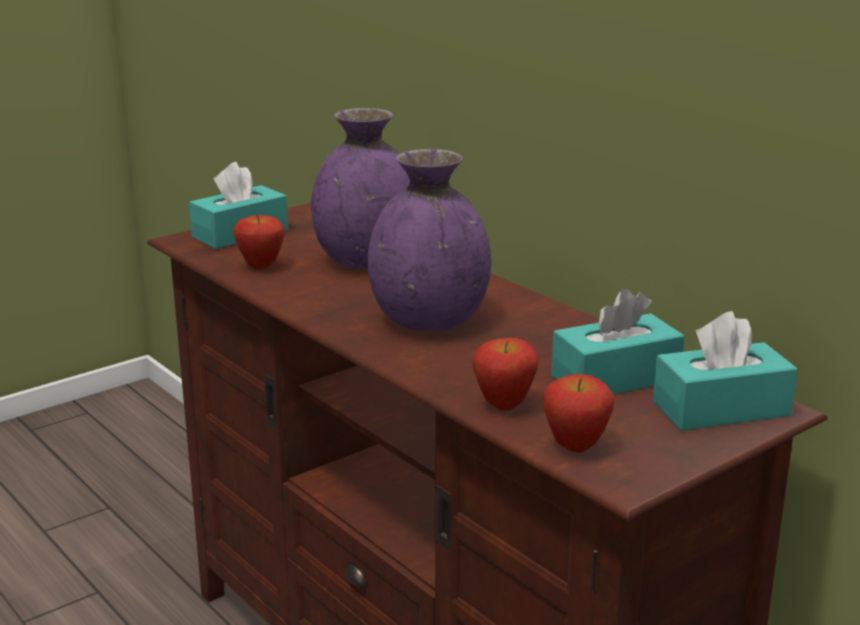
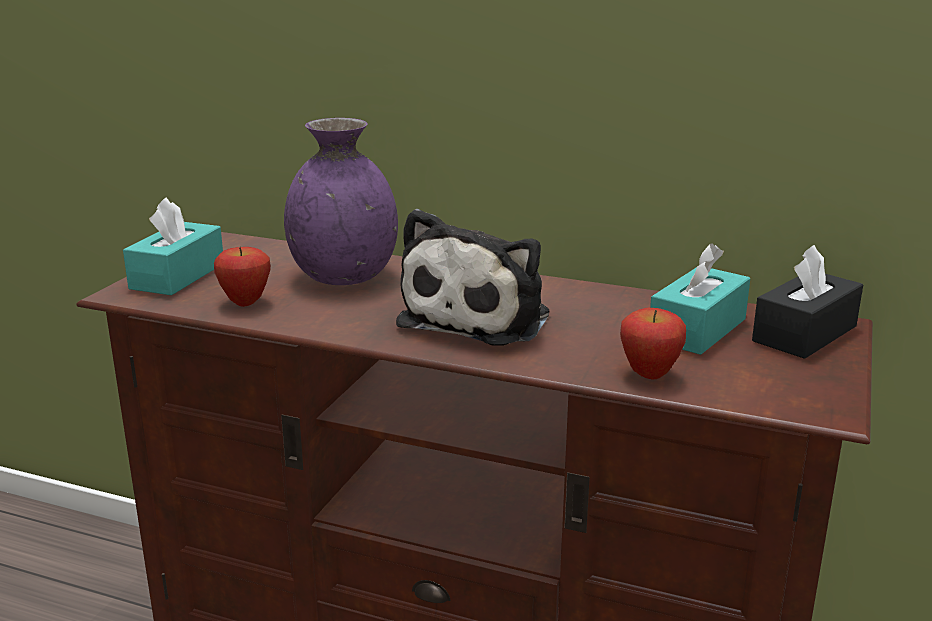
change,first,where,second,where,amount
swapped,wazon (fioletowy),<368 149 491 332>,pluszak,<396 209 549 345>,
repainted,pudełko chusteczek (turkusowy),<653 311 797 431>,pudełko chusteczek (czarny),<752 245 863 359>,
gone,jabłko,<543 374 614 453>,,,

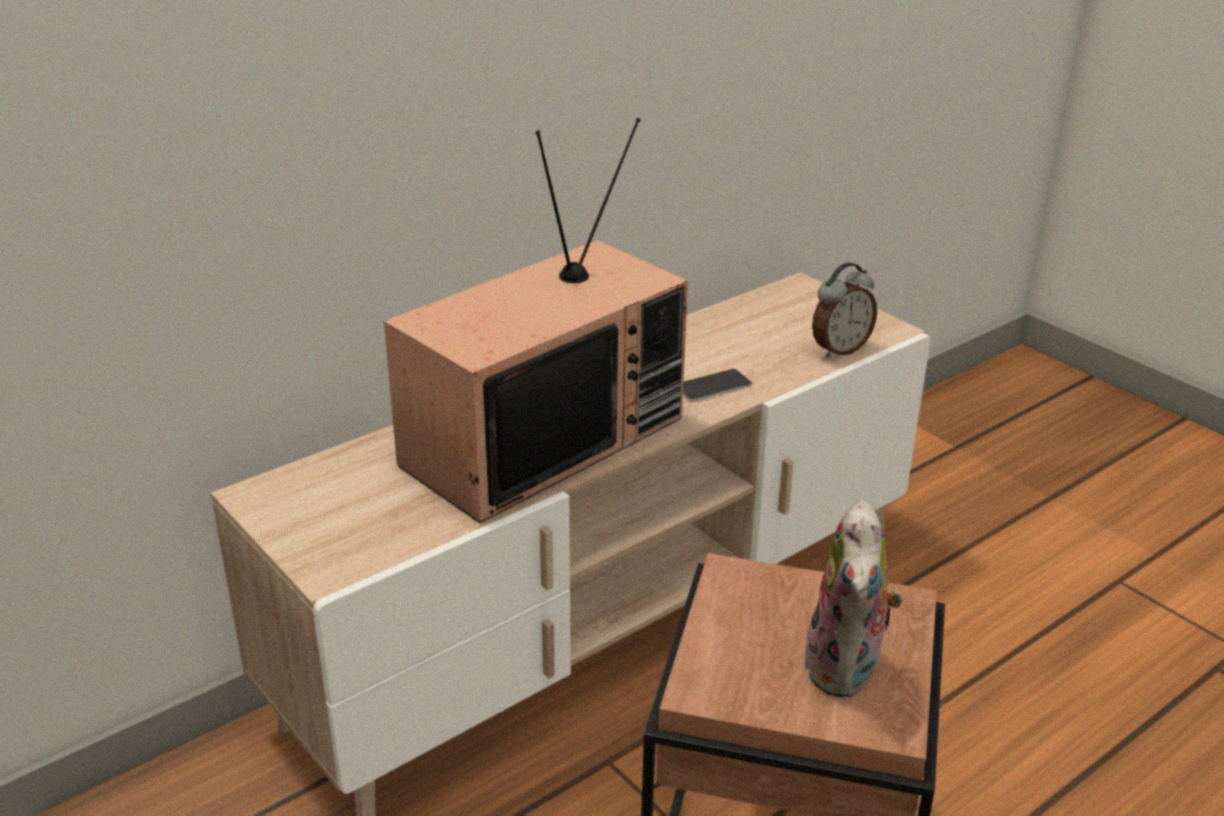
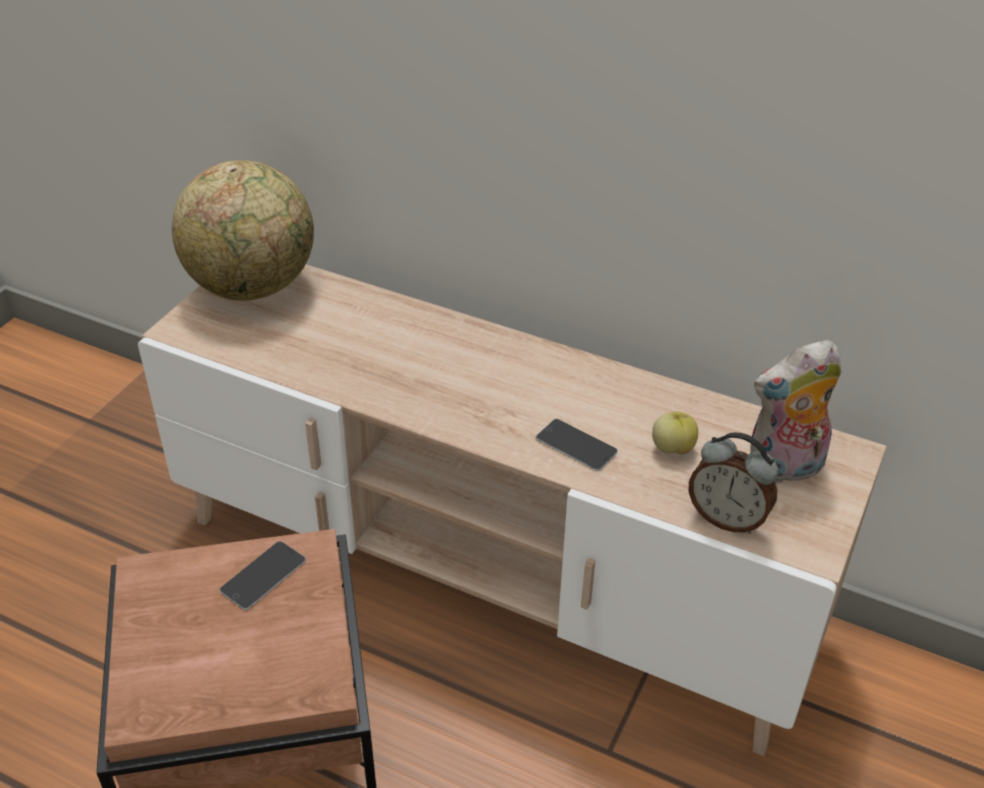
change,first,where,second,where,amount
new,,,globus,<172 160 314 301>,
new,,,telefon,<219 541 306 610>,
new,,,jabłko,<652 411 698 454>,
shifted,pluszak,<803 500 903 697>,,<750 340 841 485>,
gone,telewizor,<384 118 688 523>,,,

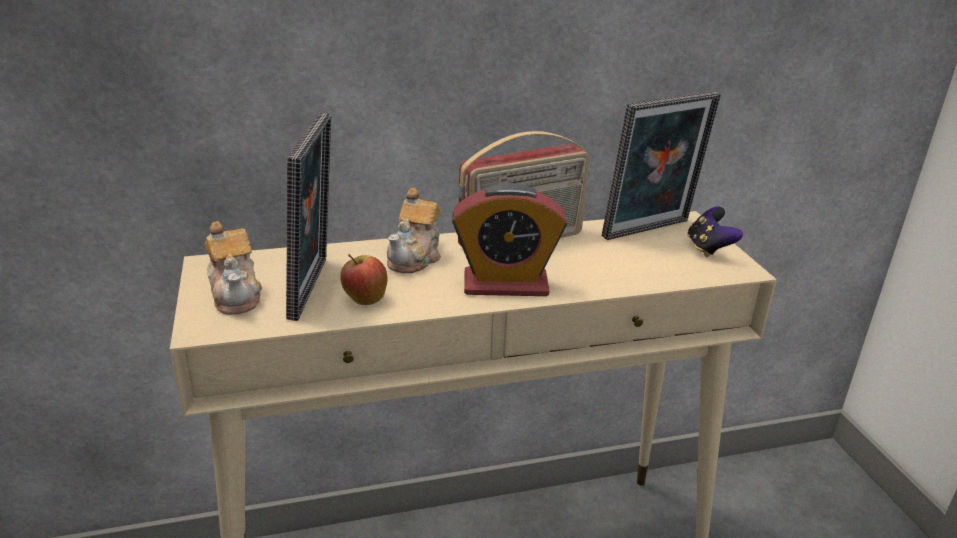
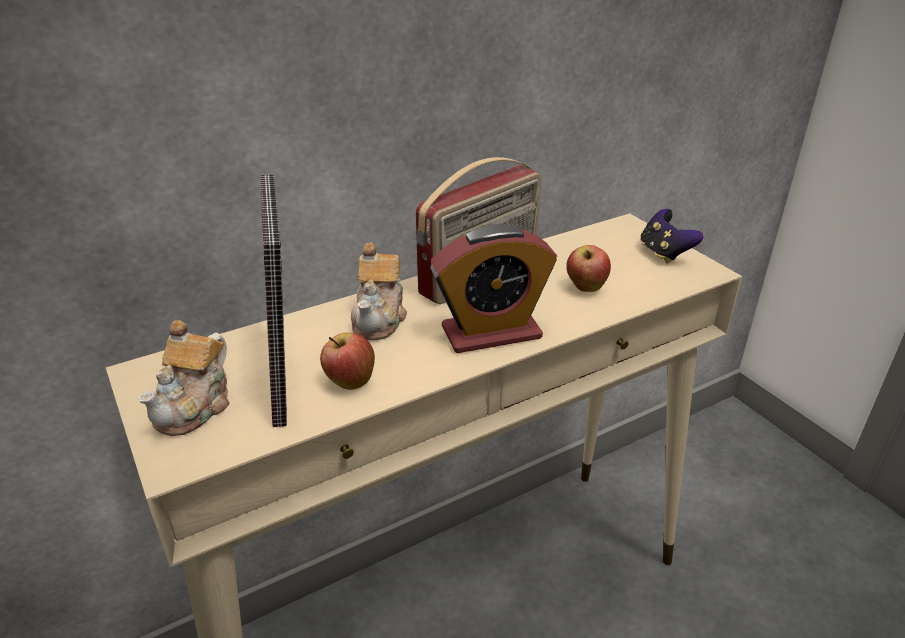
change,first,where,second,where,amount
rotated,imbryk,<205 221 262 315>,,<138 320 230 436>,60 degrees clockwise
new,,,jabłko,<567 245 611 292>,
gone,ramka na zdjęcie,<602 91 721 240>,,,

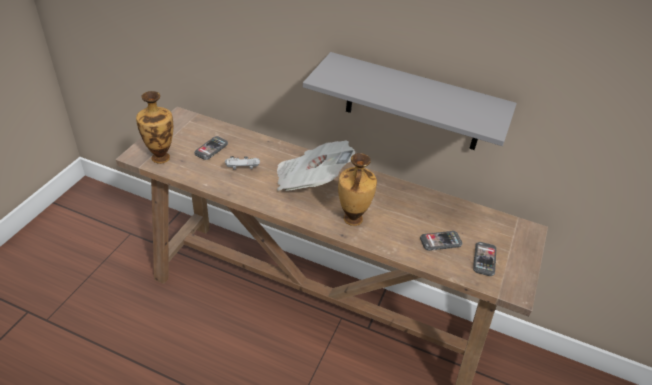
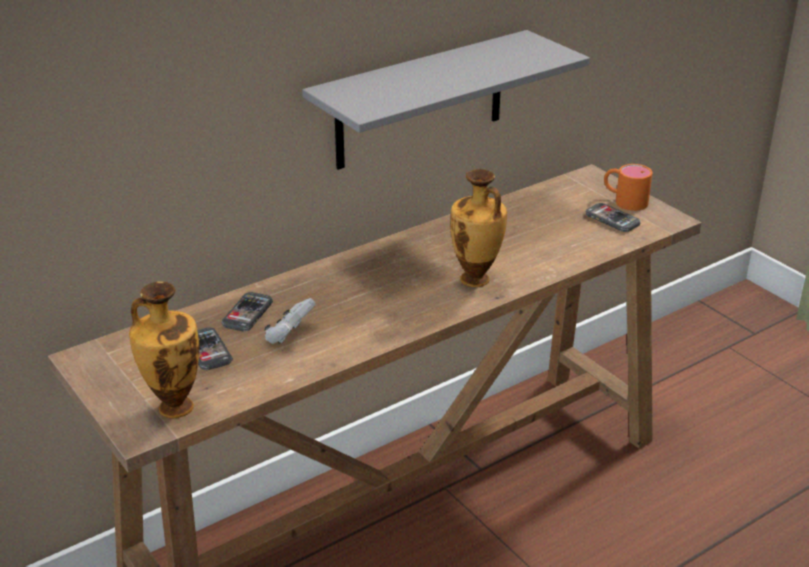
change,first,where,second,where,amount
shifted,telefon,<420 231 462 251>,,<221 292 273 331>,
new,,,kubek (pomarańczowy),<604 164 653 211>,
gone,gazeta,<277 141 355 191>,,,

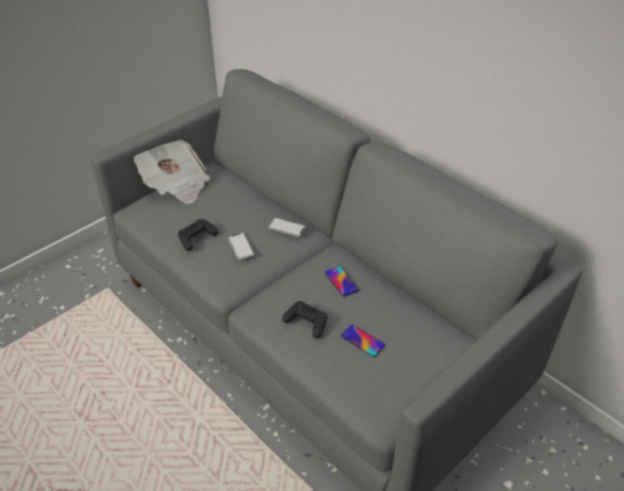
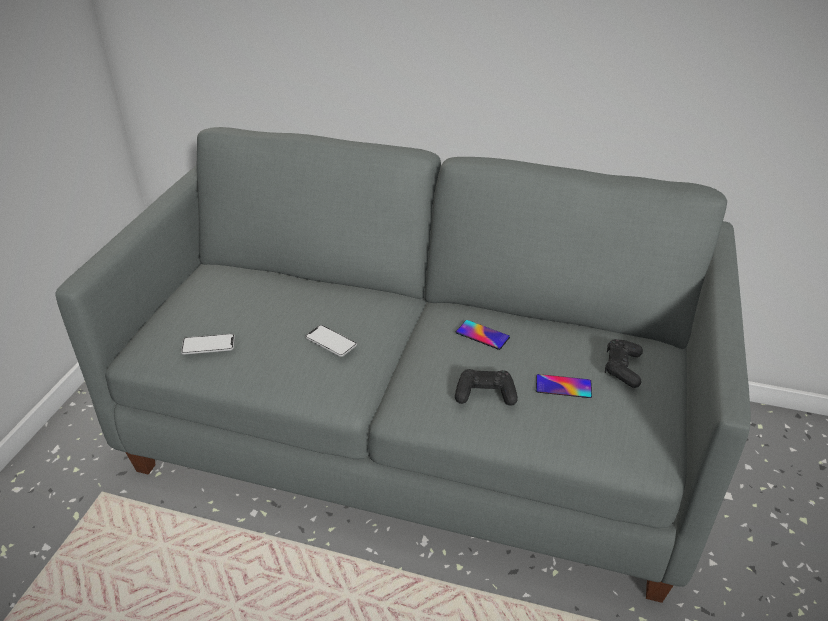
change,first,where,second,where,amount
shifted,telefon,<268 218 306 237>,,<181 334 235 355>,
shifted,pad do gier (czarny),<178 219 218 251>,,<605 339 643 388>,
gone,gazeta,<134 140 210 204>,,,

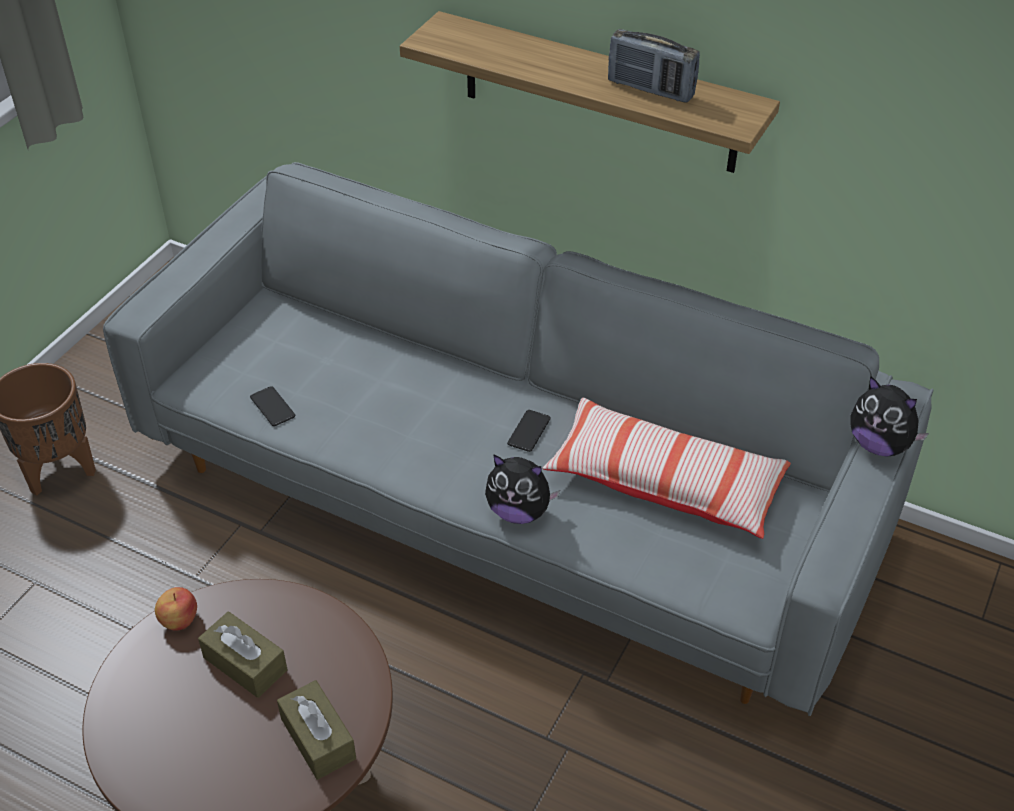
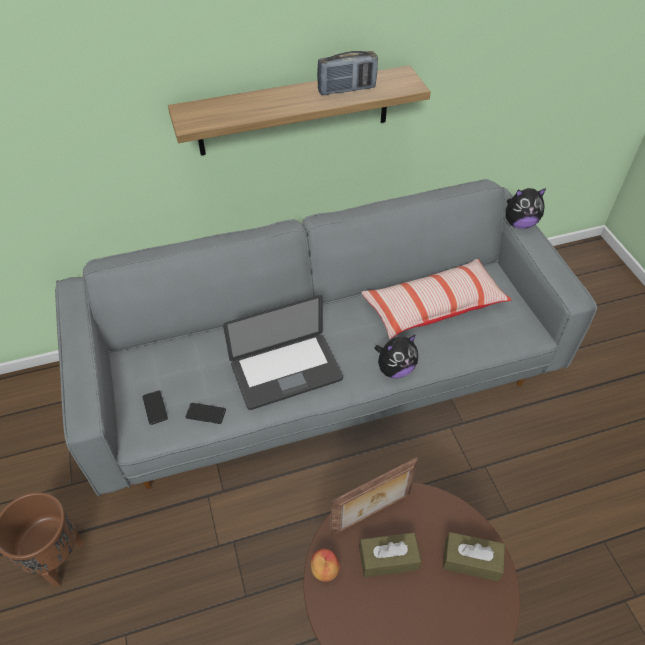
change,first,where,second,where,amount
shifted,telefon,<507 410 551 452>,,<143 391 168 425>,
new,,,laptop,<223 295 343 410>,
new,,,ramka na zdjęcie,<330 457 418 535>,

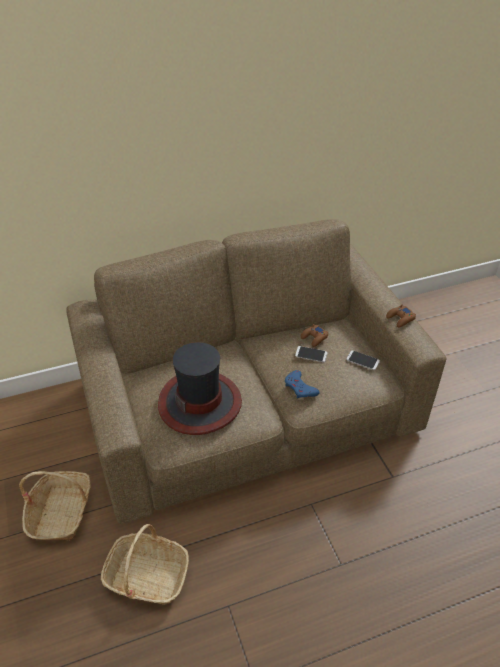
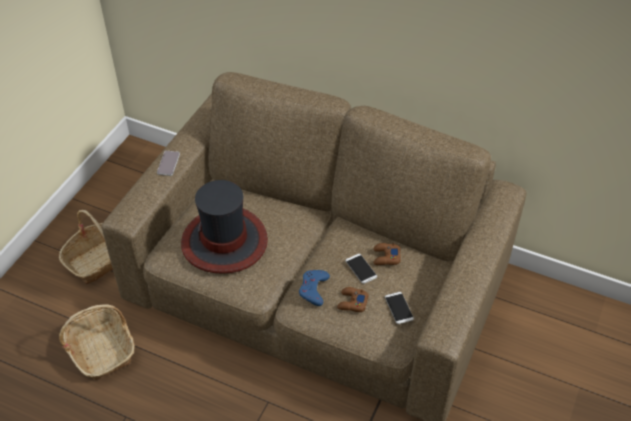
change,first,where,second,where,amount
new,,,telefon,<157 151 180 176>,
shifted,pad do gier (brązowy),<386 304 416 327>,,<337 287 369 312>,

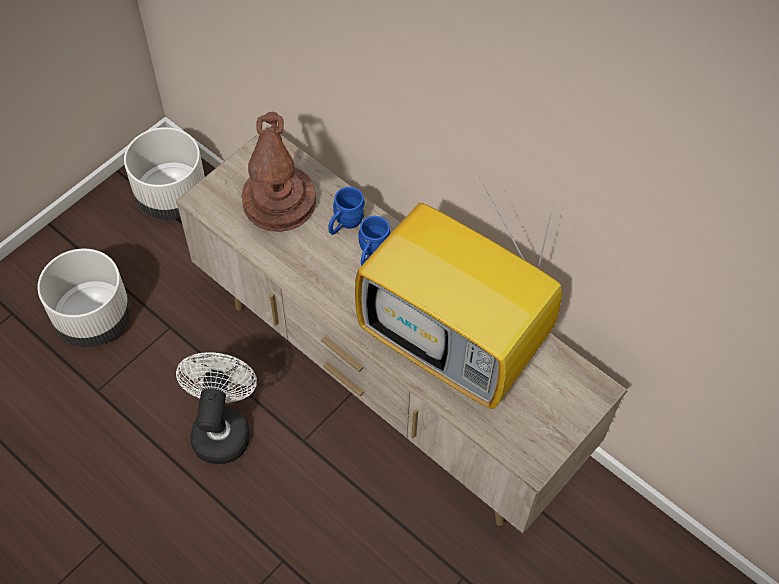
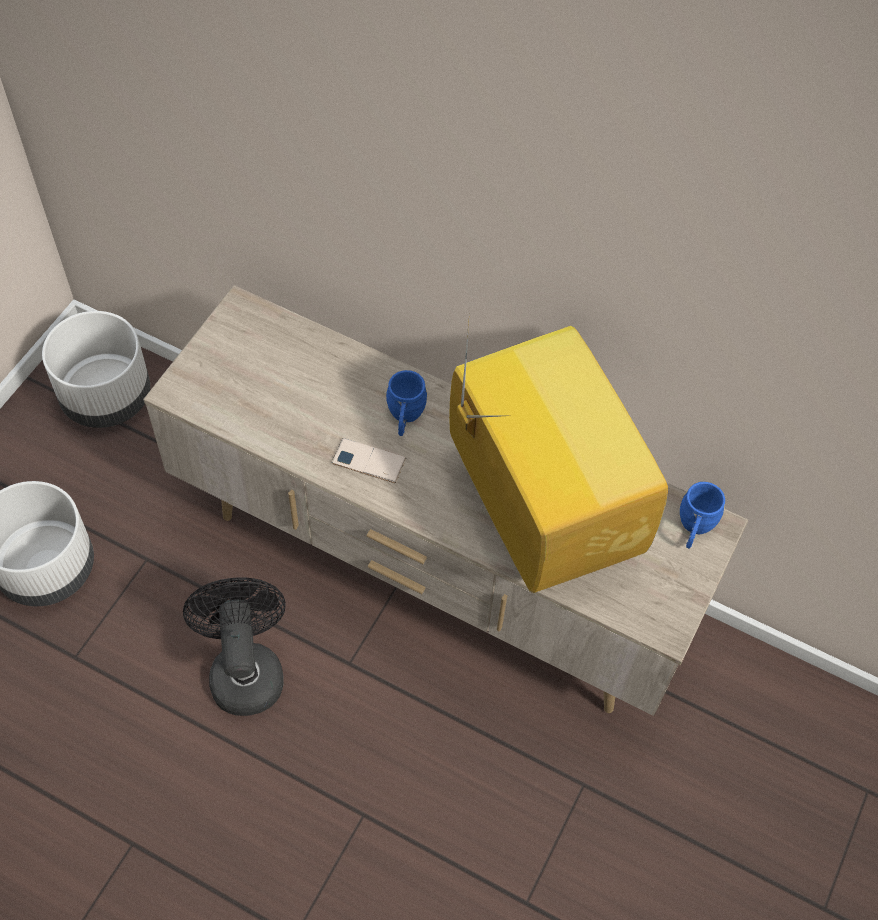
change,first,where,second,where,amount
repainted,wentylator (biały),<176 352 257 464>,wentylator (czarny),<183 578 286 716>,
new,,,telefon,<332 438 406 483>,
rotated,telewizor,<355 173 562 409>,,<449 322 668 593>,135 degrees counterclockwise
shifted,kubek (niebieski),<328 187 366 235>,,<680 482 725 549>,
gone,lampa stołowa (brązowy),<242 111 316 232>,,,

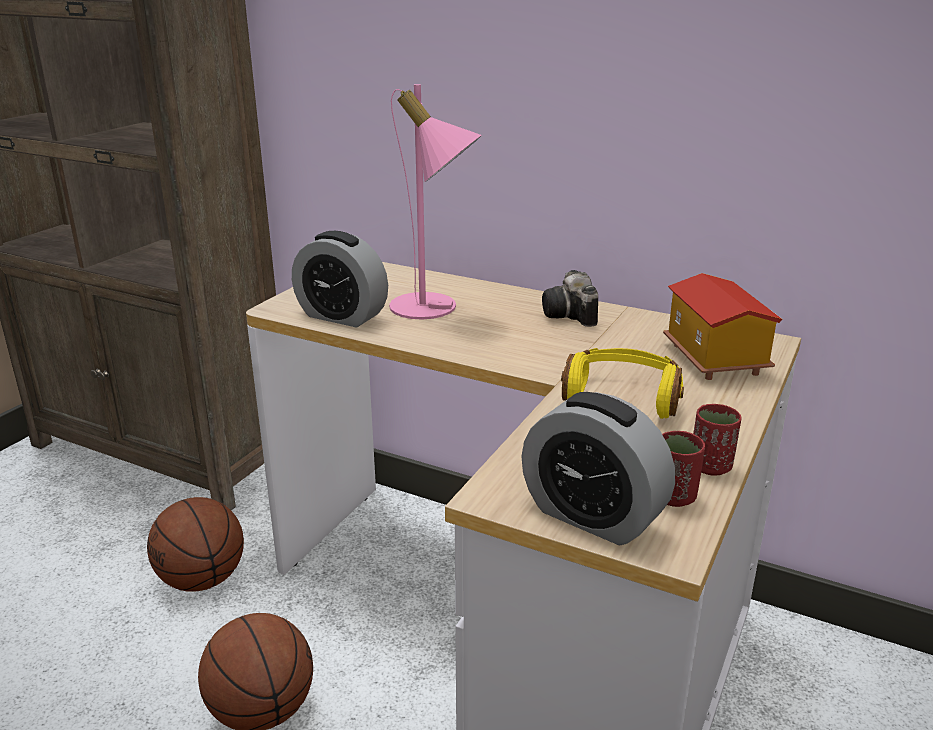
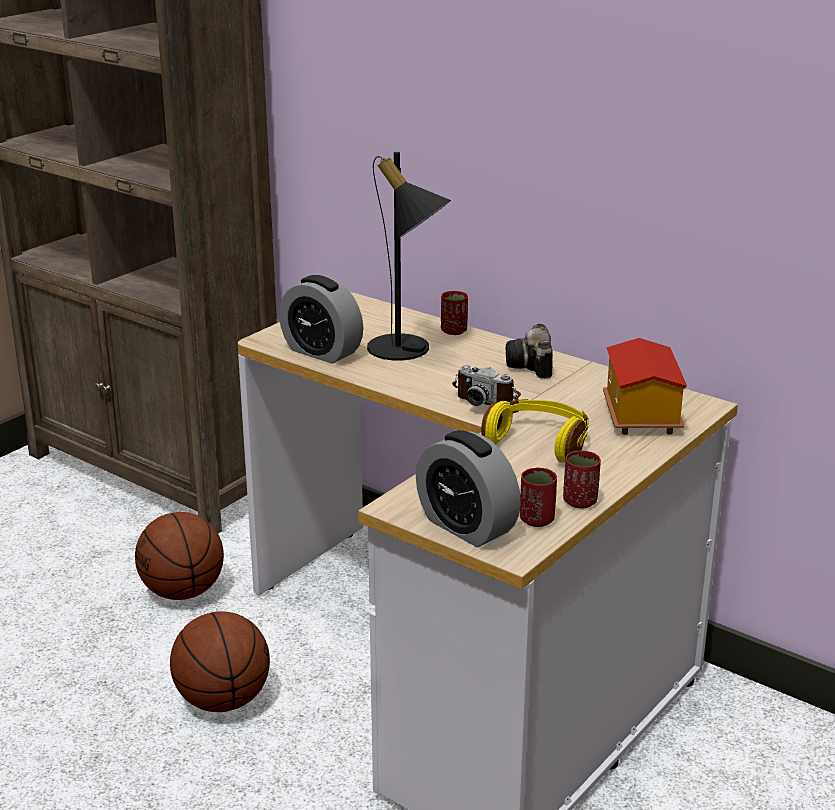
change,first,where,second,where,amount
repainted,lampa stołowa (różowy),<389 84 482 319>,lampa stołowa (czarny),<367 152 451 361>,
new,,,filiżanka (czerwony),<441 291 468 335>,
new,,,aparat fotograficzny,<452 365 521 406>,

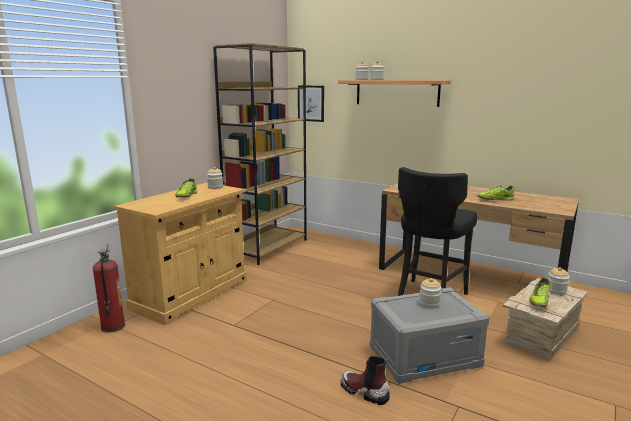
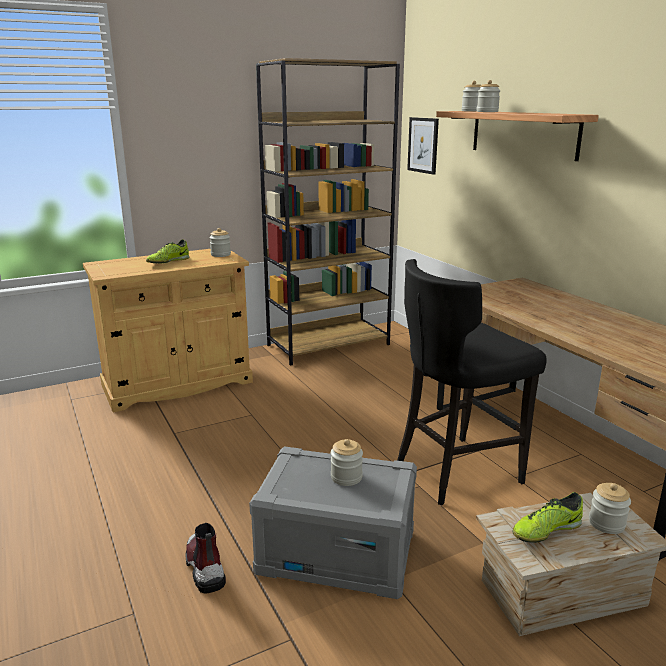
change,first,where,second,where,amount
gone,gaśnica,<92 243 125 333>,,,
gone,but,<477 185 514 201>,,,

